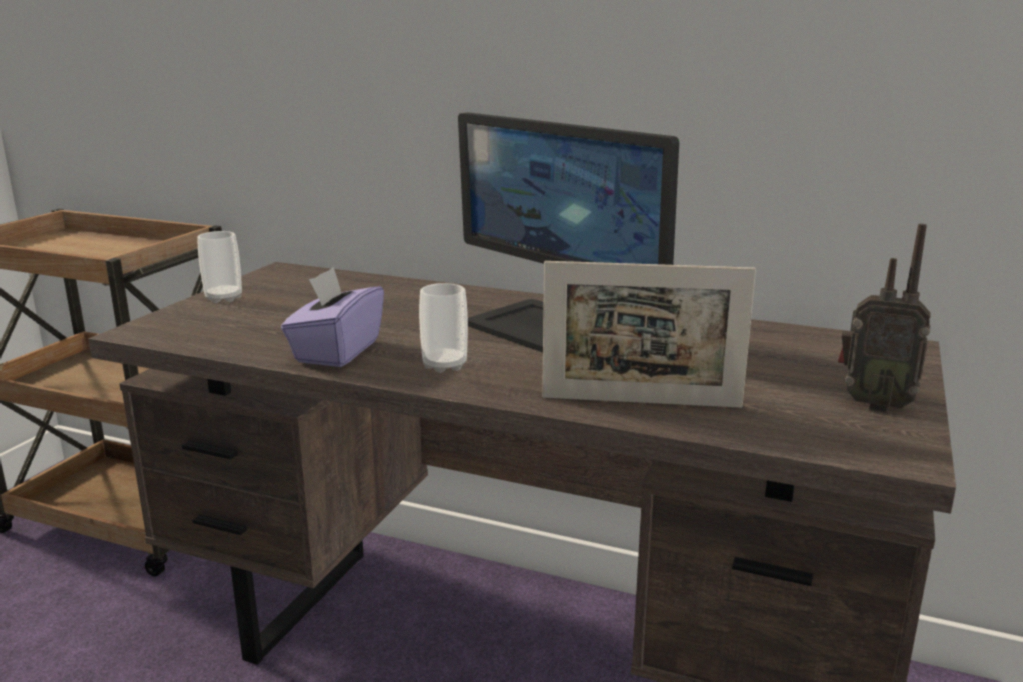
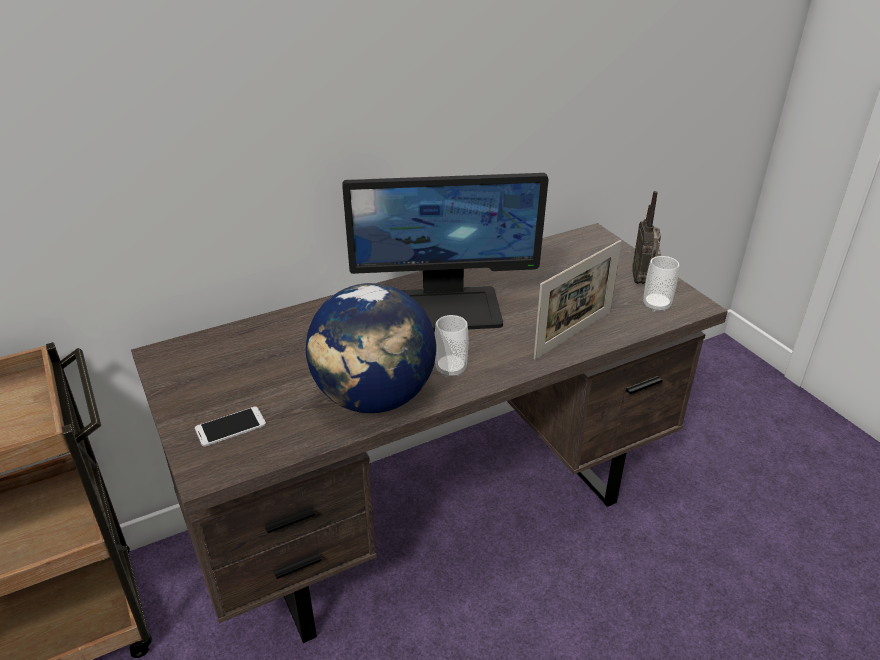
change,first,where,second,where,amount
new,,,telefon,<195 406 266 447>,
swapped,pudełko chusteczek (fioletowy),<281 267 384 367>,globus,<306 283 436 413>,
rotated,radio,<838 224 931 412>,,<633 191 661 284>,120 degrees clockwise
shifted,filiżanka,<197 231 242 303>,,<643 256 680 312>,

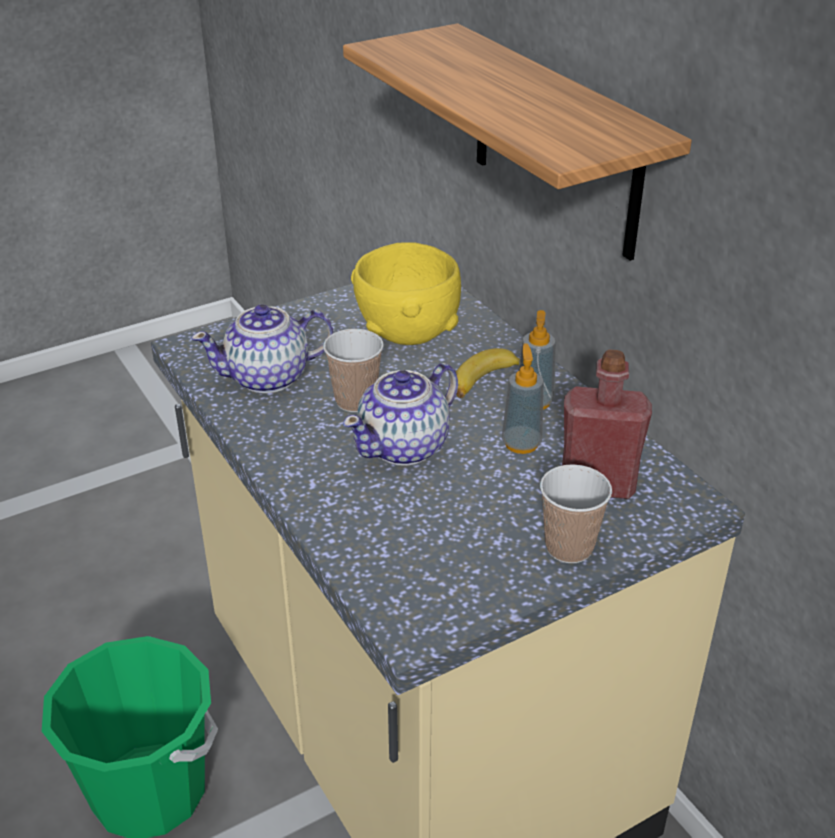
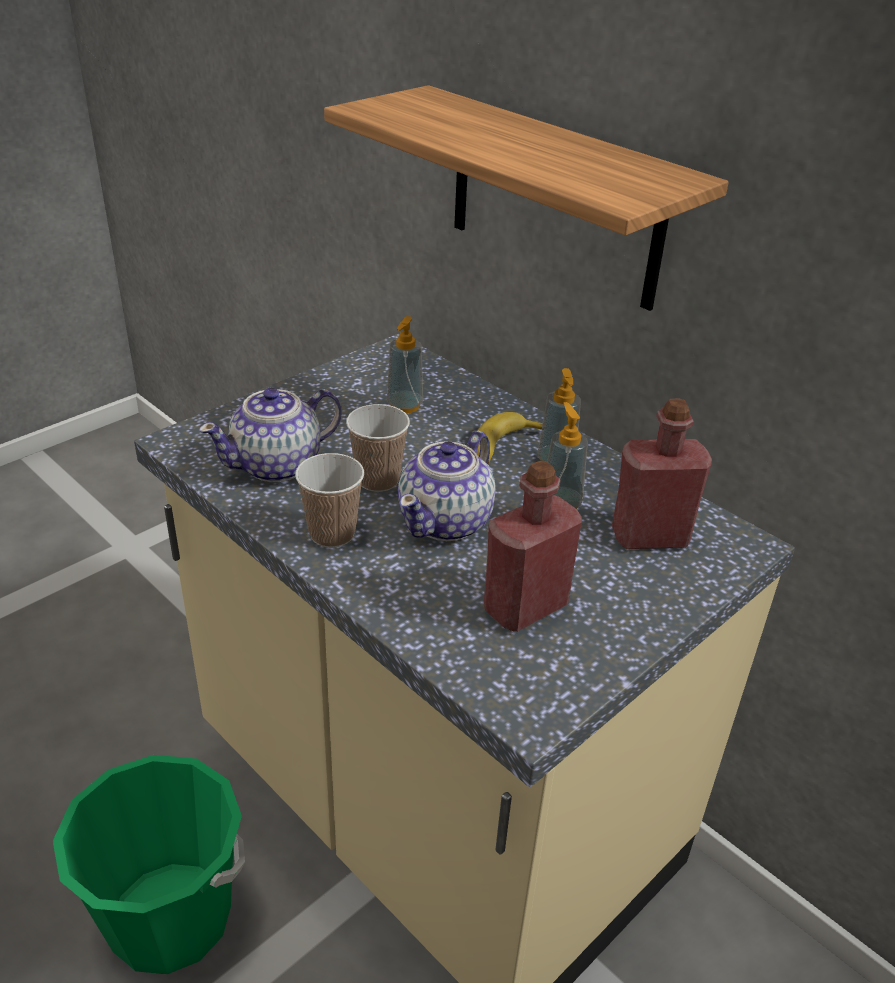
change,first,where,second,where,amount
shifted,filiżanka,<540 464 612 563>,,<295 453 364 548>,
swapped,miska (żółty),<351 242 461 345>,dozownik mydła,<387 316 423 413>,
new,,,butelka (czerwony),<484 461 582 632>,

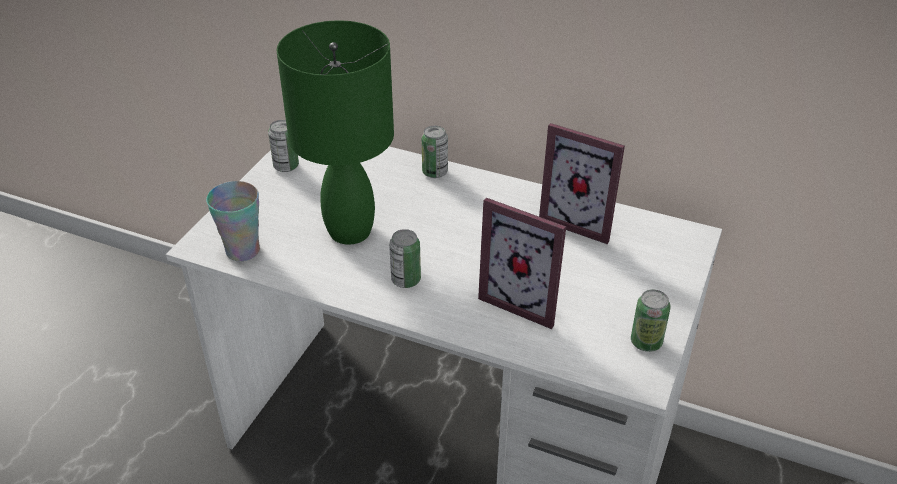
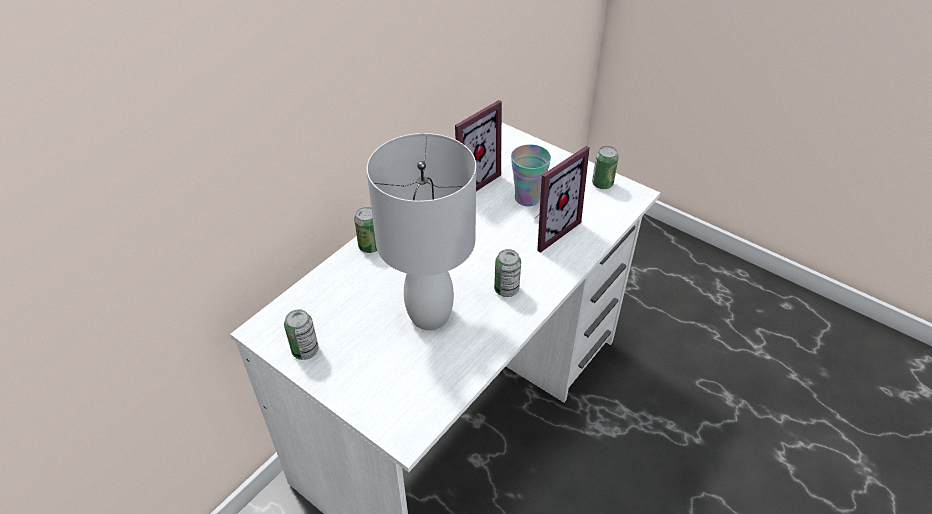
change,first,where,second,where,amount
repainted,lampa stołowa (zielony),<277 20 394 245>,lampa stołowa (biały),<367 133 476 330>,
shifted,filiżanka,<206 181 260 262>,,<511 144 551 207>,

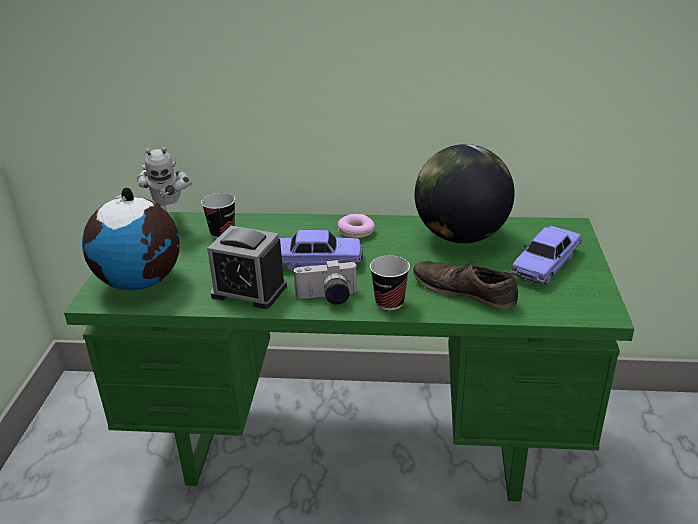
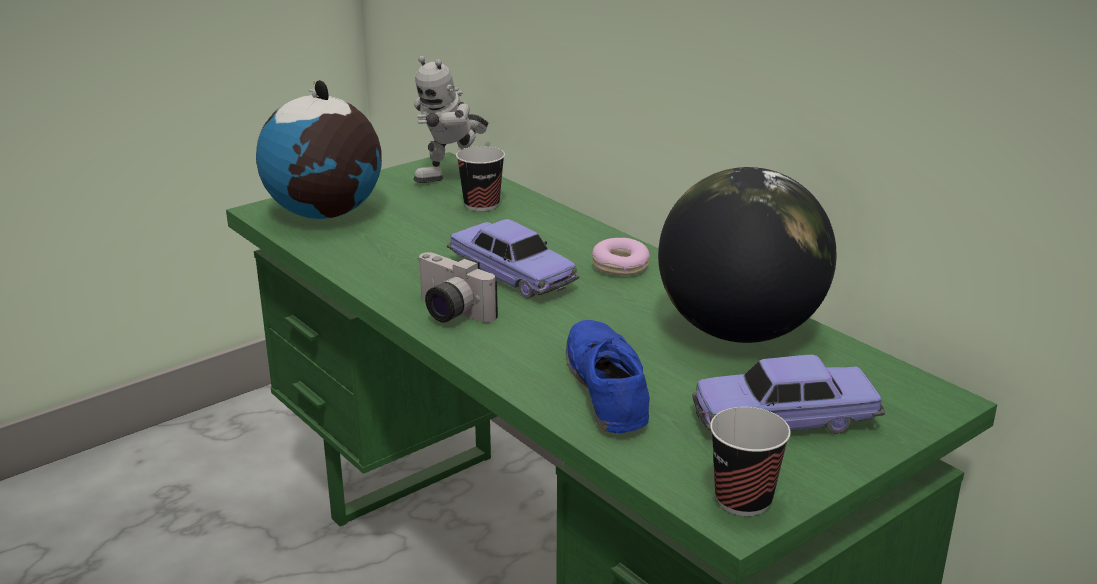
change,first,where,second,where,amount
repainted,but (brązowy),<413 261 518 310>,but (niebieski),<566 320 650 433>,
shifted,filiżanka,<370 255 410 310>,,<710 407 791 516>,
gone,budzik,<207 226 287 309>,,,

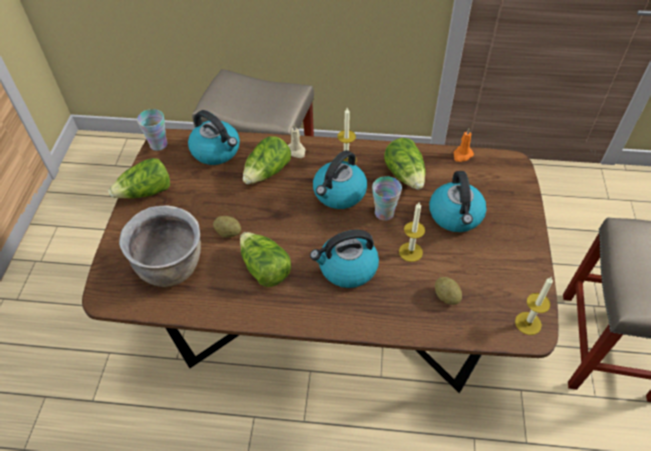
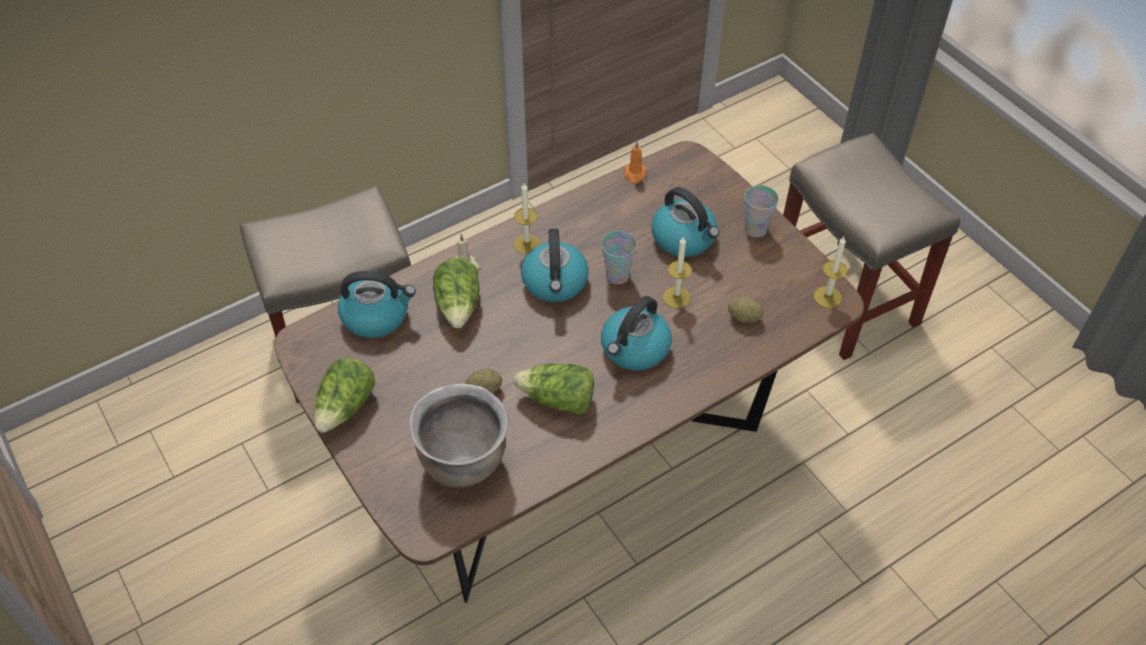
change,first,where,second,where,amount
shifted,filiżanka,<137 109 167 151>,,<744 185 779 238>,
gone,sałata,<384 138 426 190>,,,

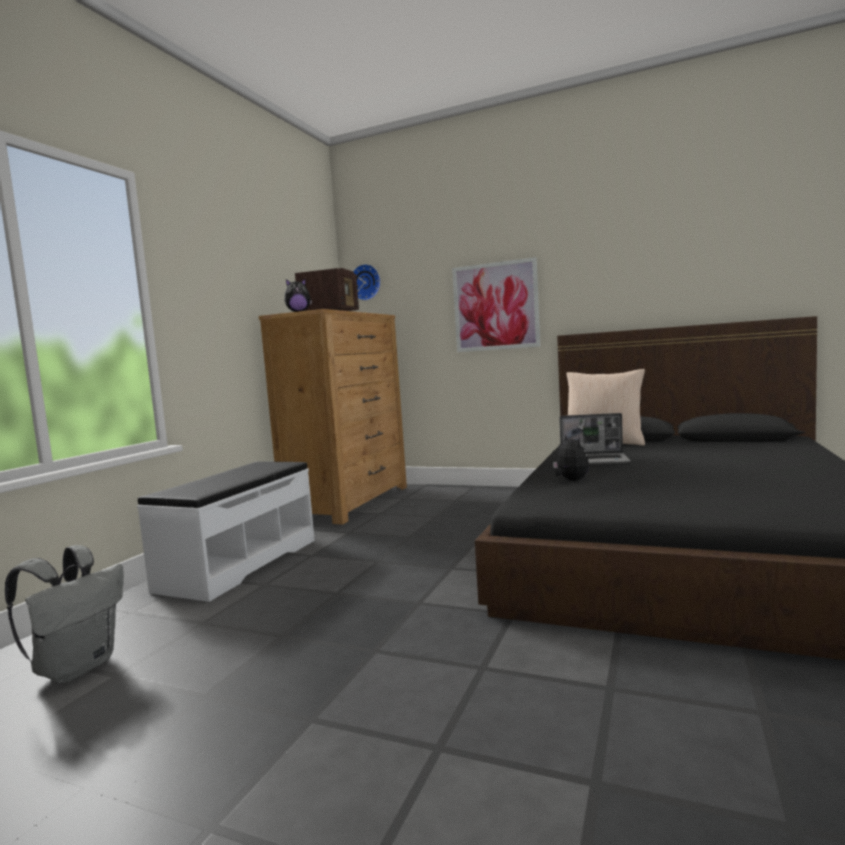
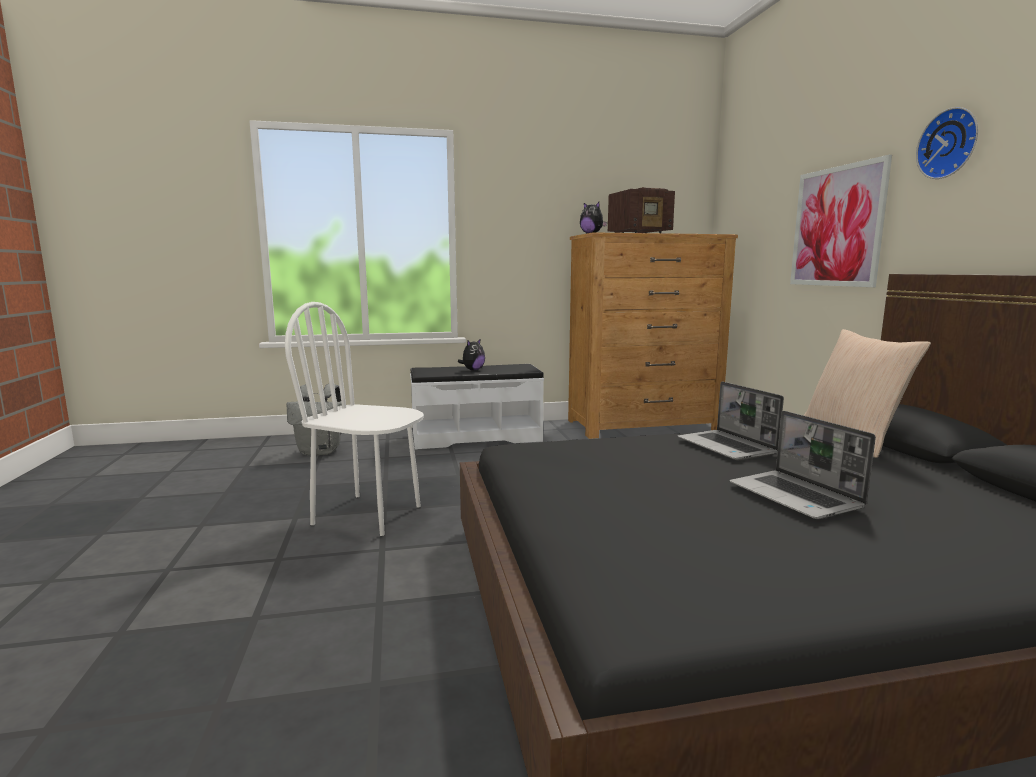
change,first,where,second,where,amount
new,,,krzesło (biały),<285 302 423 536>,
shifted,pluszak,<553 435 589 481>,,<458 338 485 370>,
new,,,laptop,<730 411 876 519>,
shifted,zegar ścienny,<353 264 381 301>,,<916 107 978 179>,

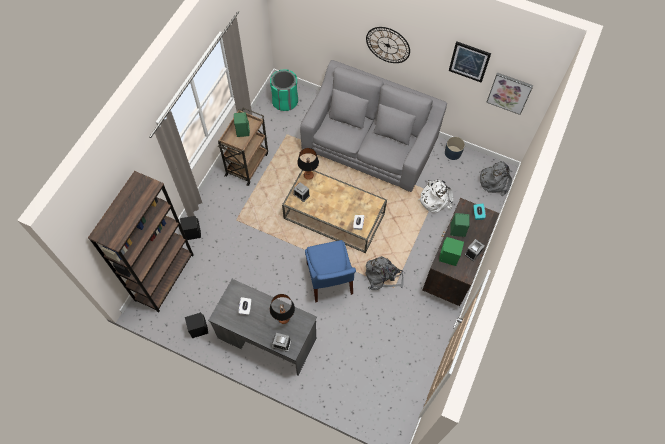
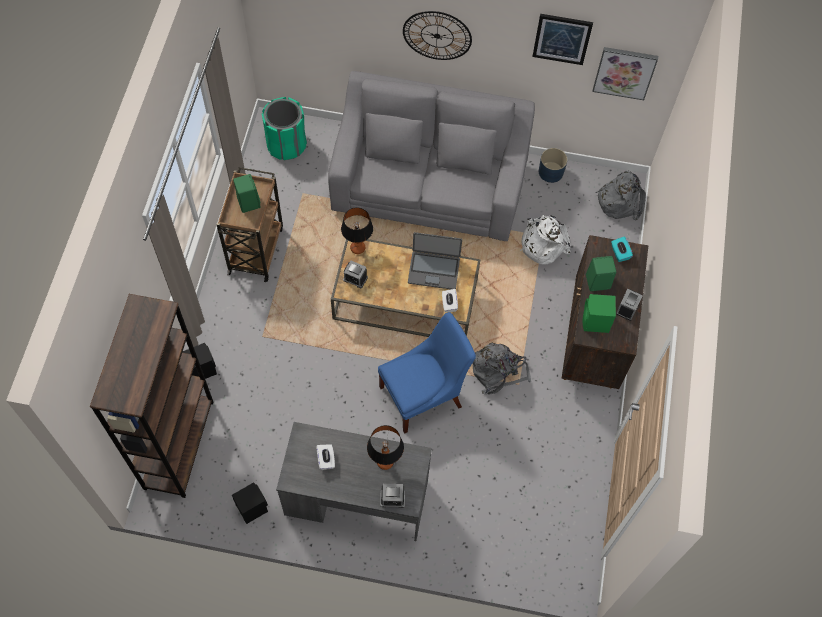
change,first,where,second,where,amount
rotated,krzesło (niebieski),<305 240 356 302>,,<378 312 476 434>,90 degrees counterclockwise
new,,,laptop,<408 232 462 289>,

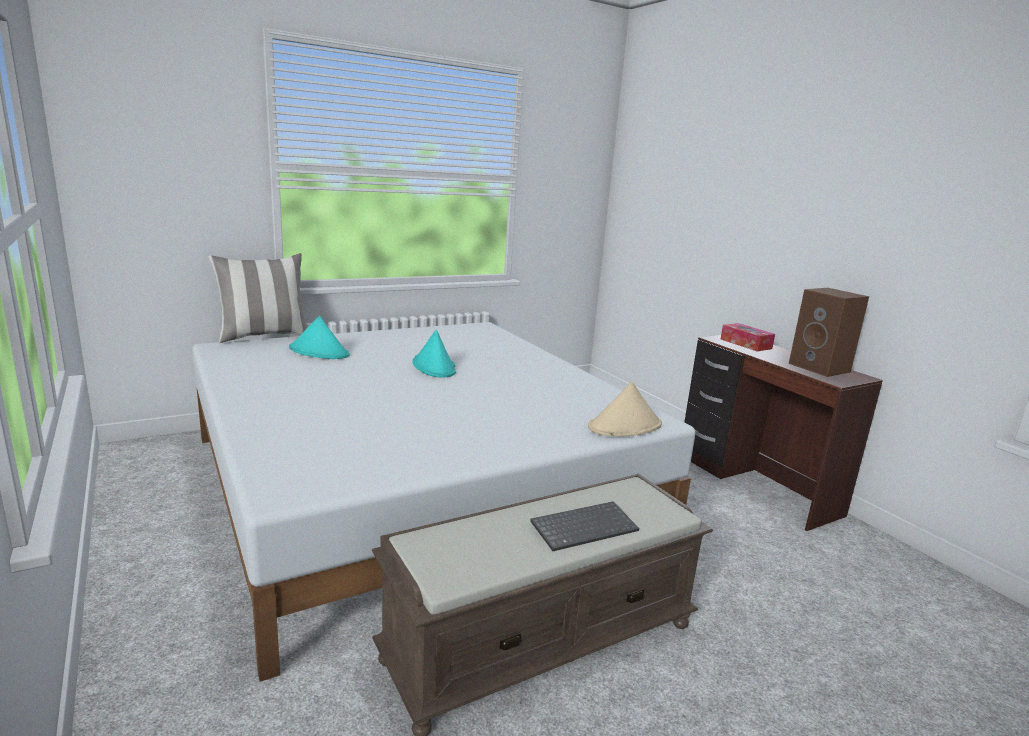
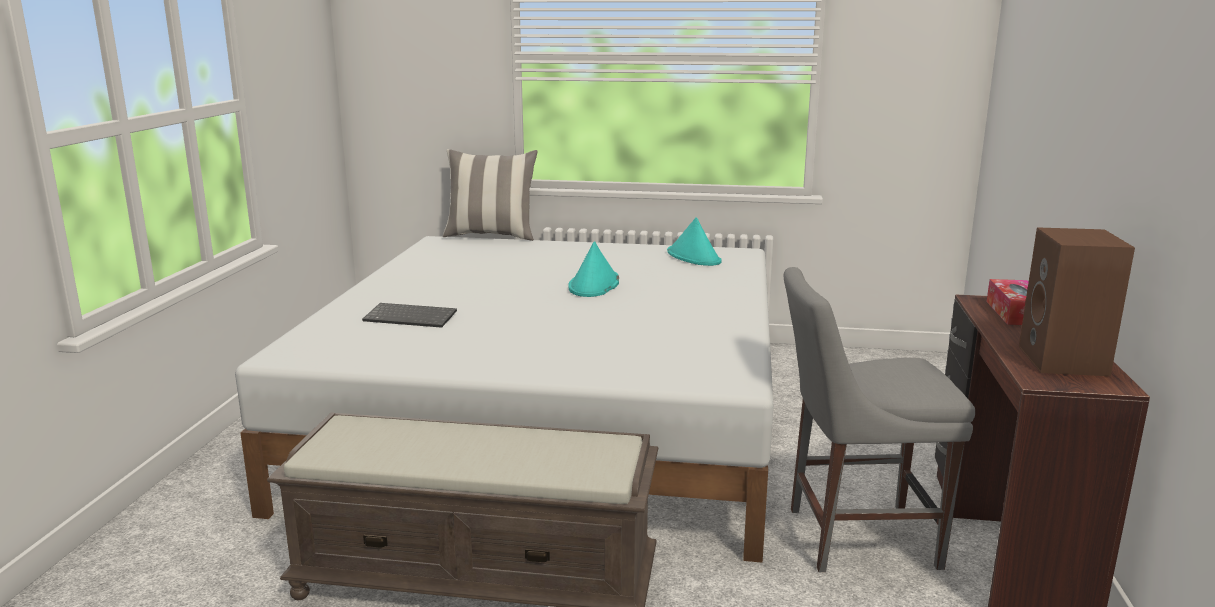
change,first,where,second,where,amount
shifted,klawiatura,<530 501 639 551>,,<362 303 457 328>,
shifted,kapelusz (turkusowy),<289 316 350 359>,,<667 217 722 266>,
new,,,krzesło (szary),<784 267 975 572>,
gone,kapelusz (beżowy),<588 382 662 436>,,,

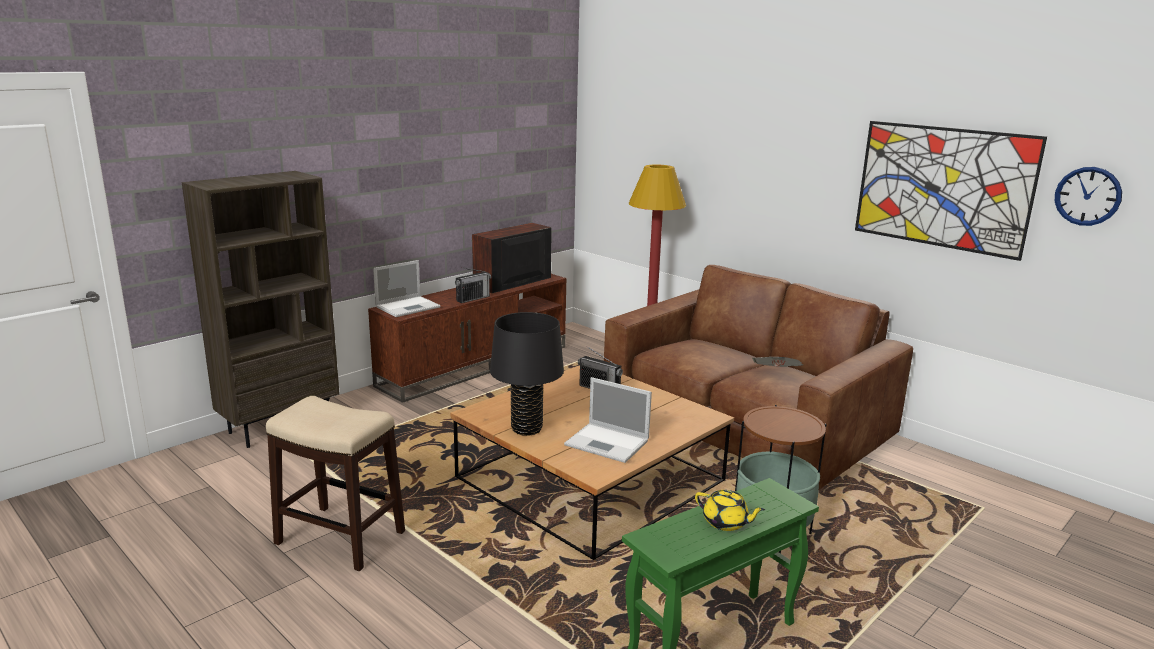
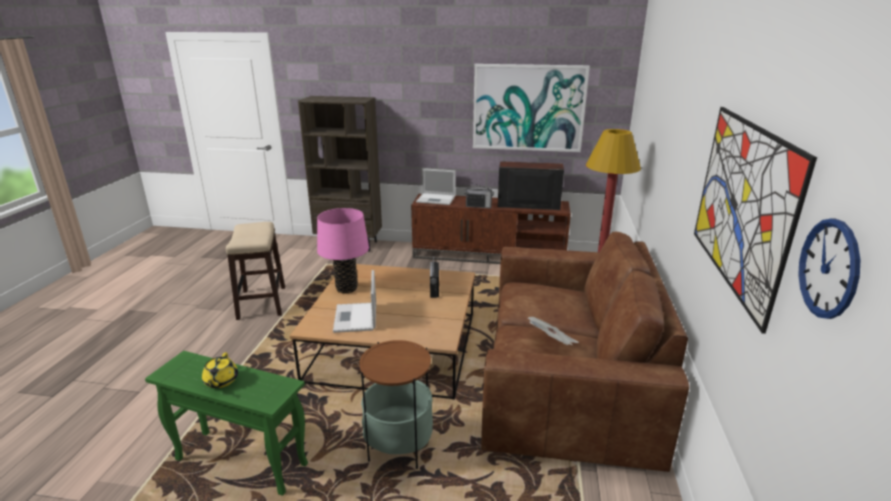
change,first,where,second,where,amount
repainted,lampa stołowa (czarny),<490 312 564 436>,lampa stołowa (różowy),<317 208 369 294>,
new,,,obraz,<473 64 590 152>,

